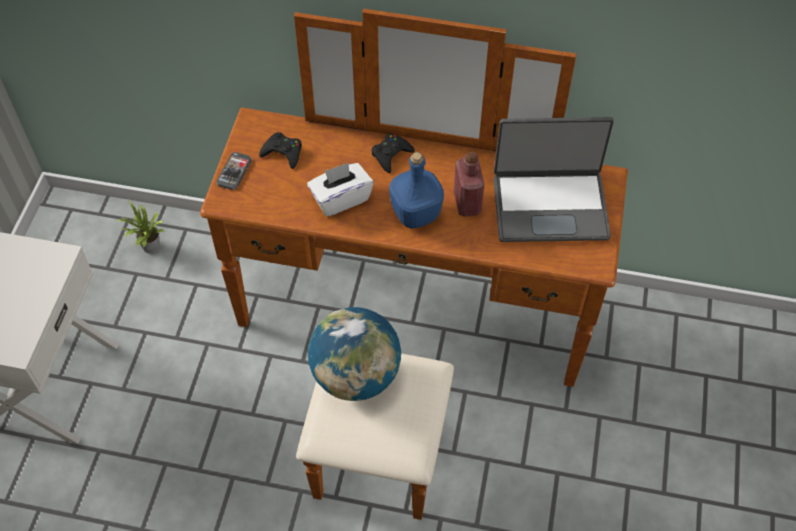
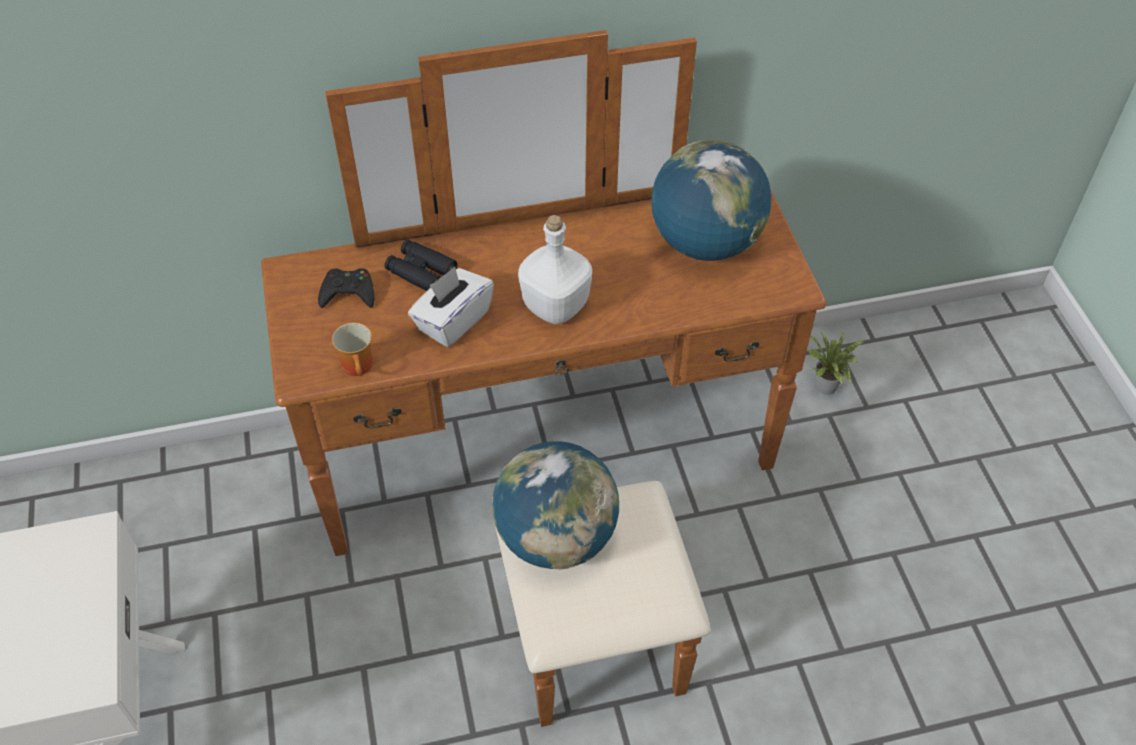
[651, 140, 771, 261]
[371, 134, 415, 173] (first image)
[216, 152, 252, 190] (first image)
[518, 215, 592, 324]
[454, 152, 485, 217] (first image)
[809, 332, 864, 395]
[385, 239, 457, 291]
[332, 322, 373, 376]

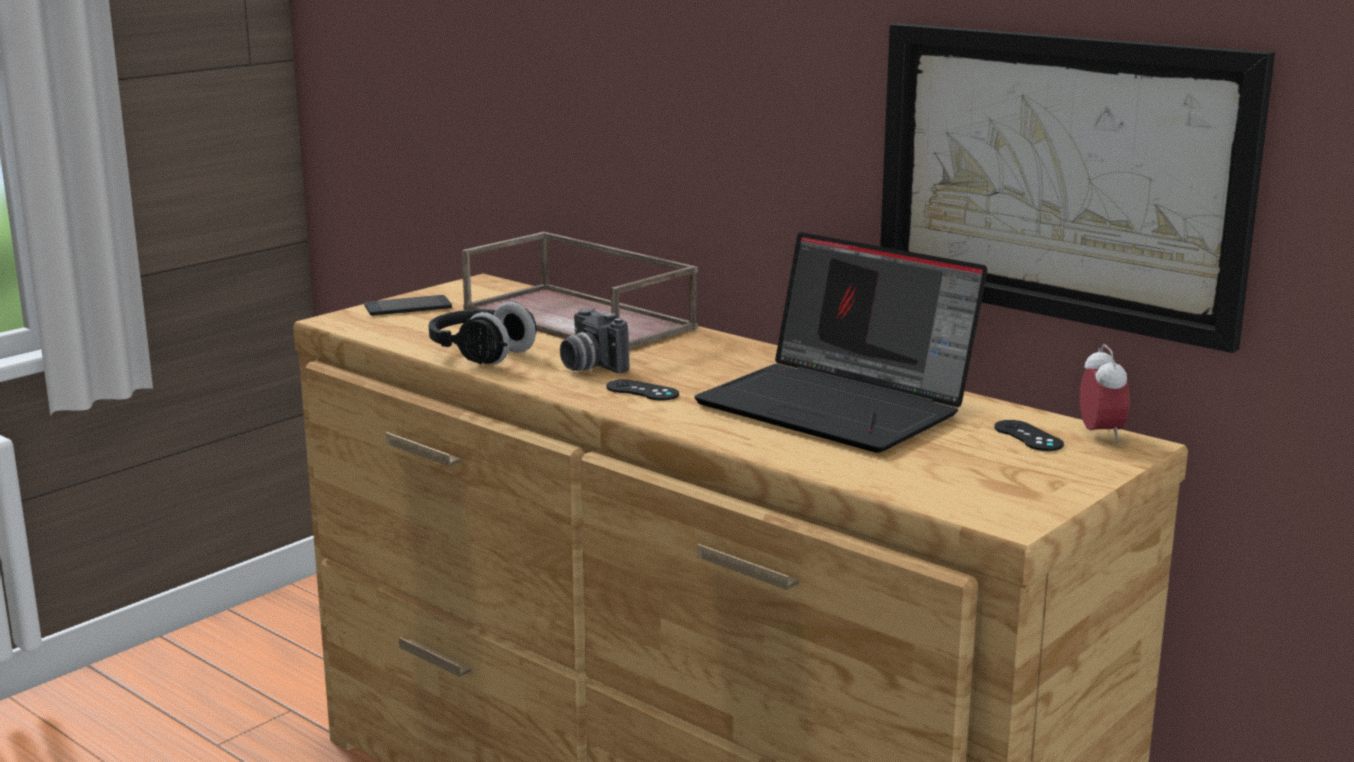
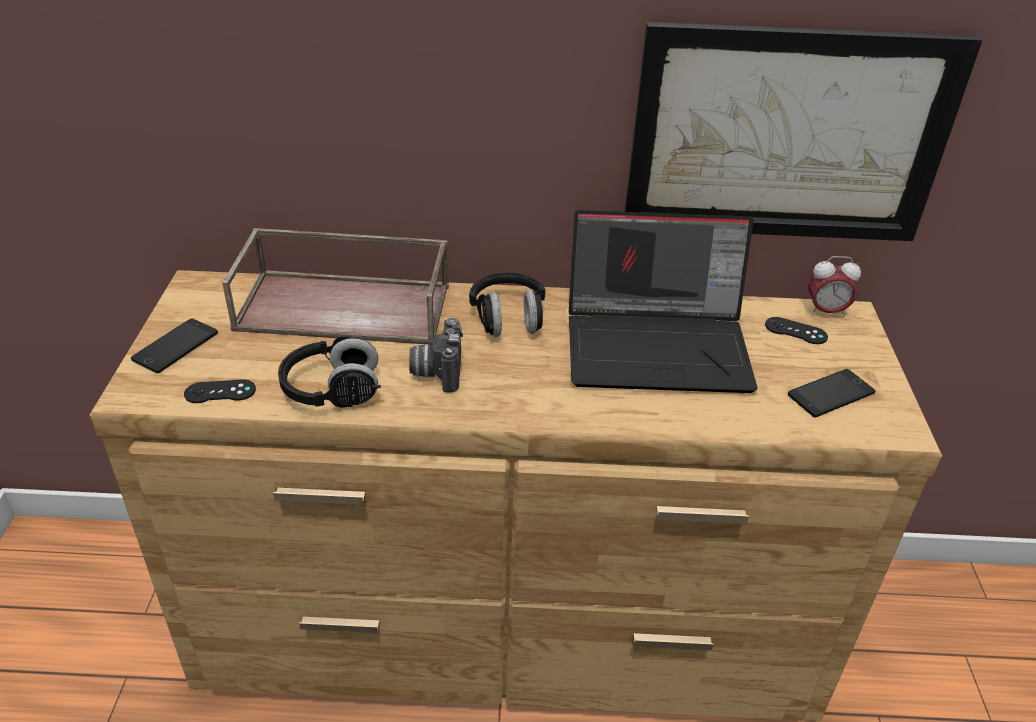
[409, 318, 463, 393]
[808, 256, 861, 317]
[184, 379, 256, 403]
[469, 272, 545, 337]
[788, 369, 876, 418]

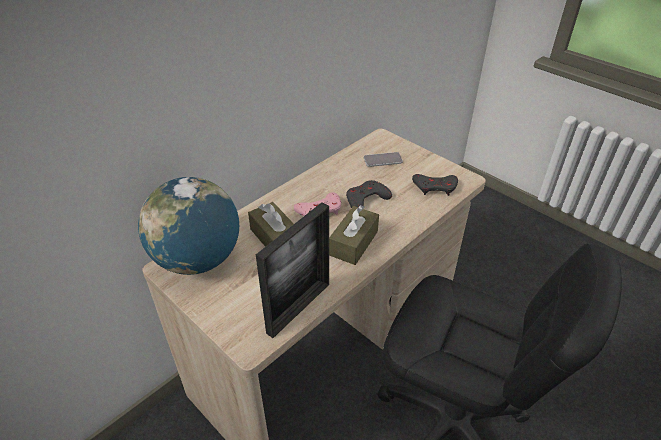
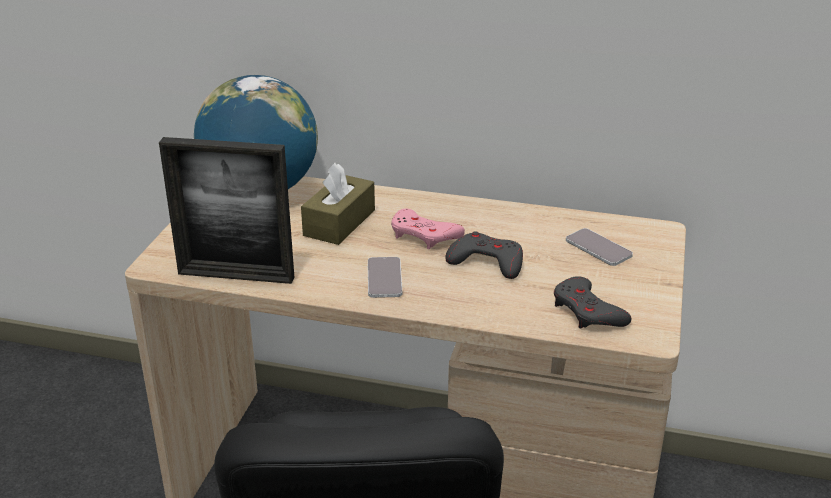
[367, 257, 402, 298]

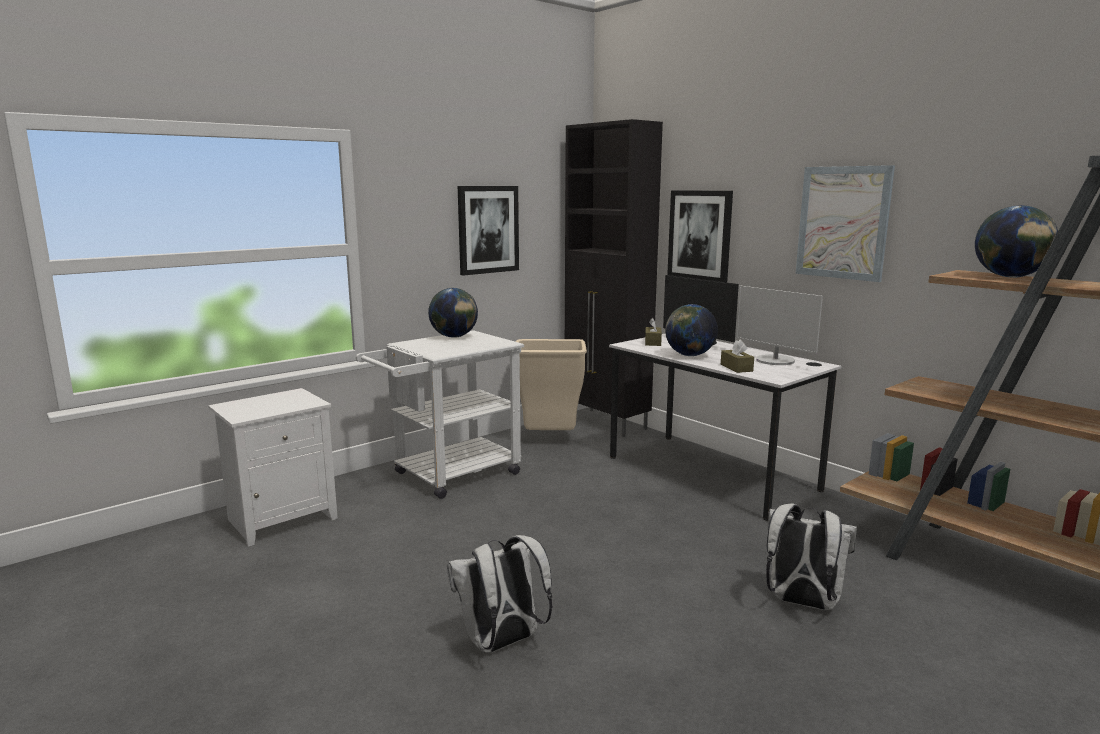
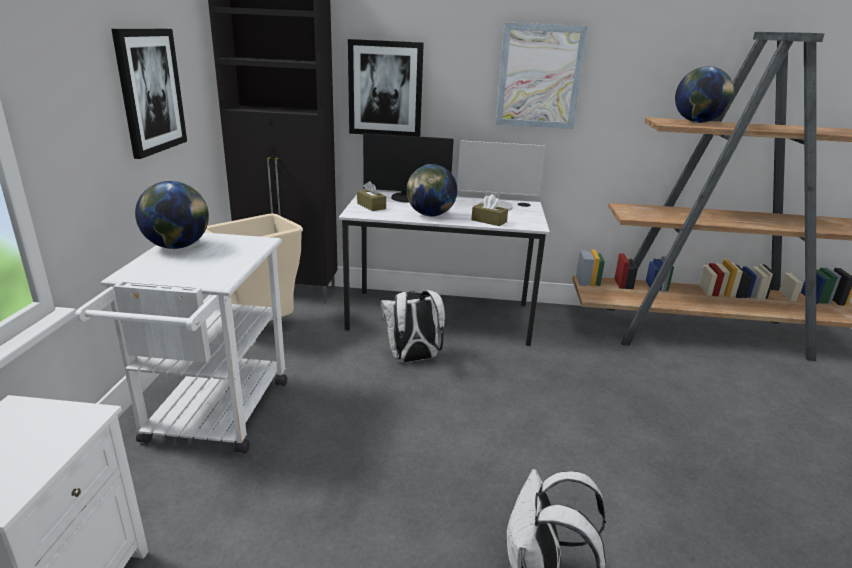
[380, 290, 445, 363]

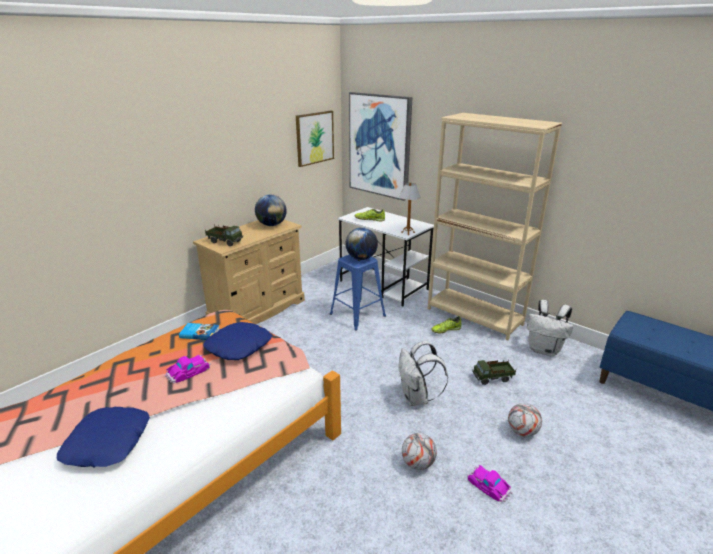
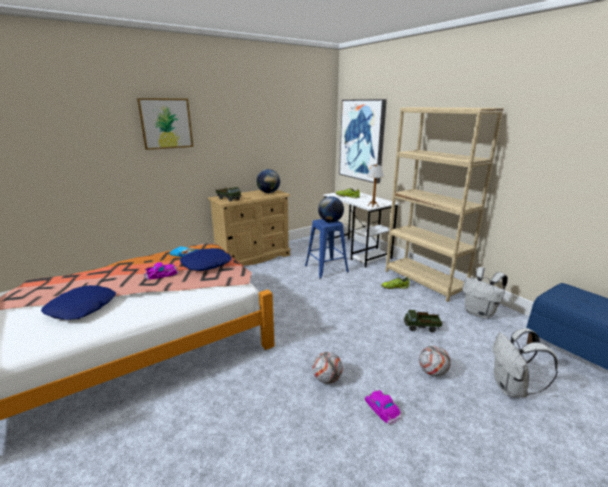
[137, 98, 193, 150]
[493, 328, 558, 397]

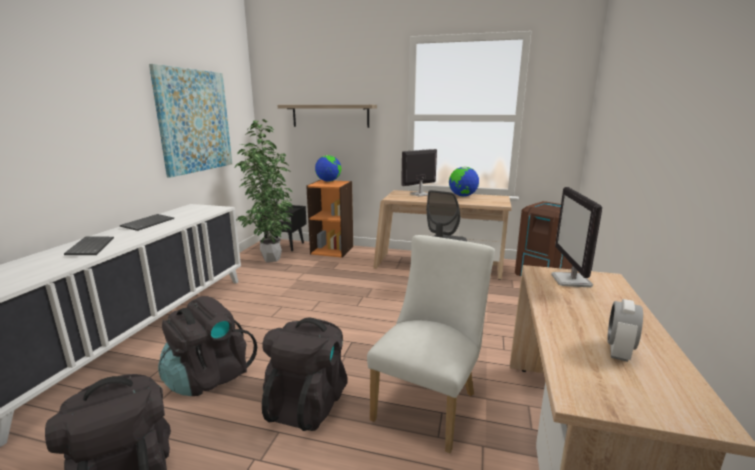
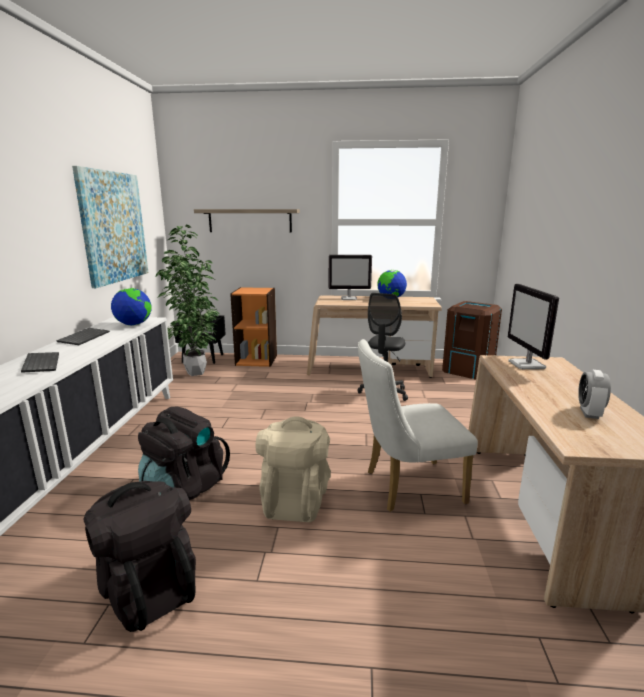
[329, 255, 372, 300]
[111, 288, 152, 326]
[358, 339, 478, 512]
[256, 416, 331, 522]

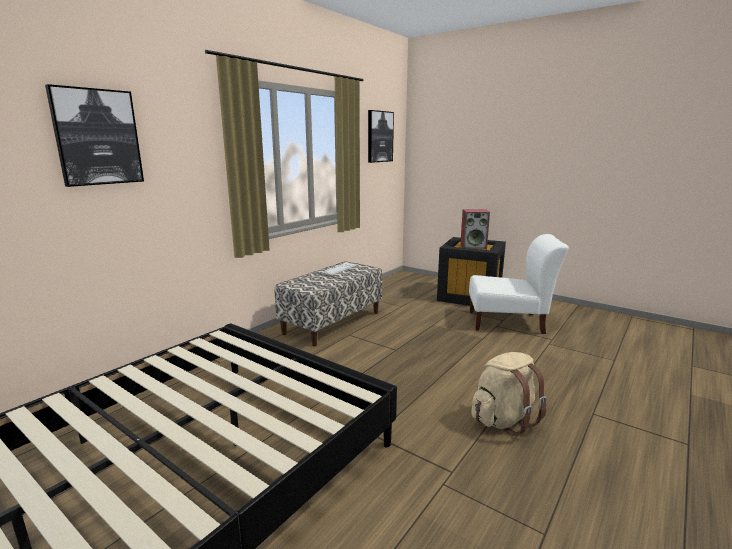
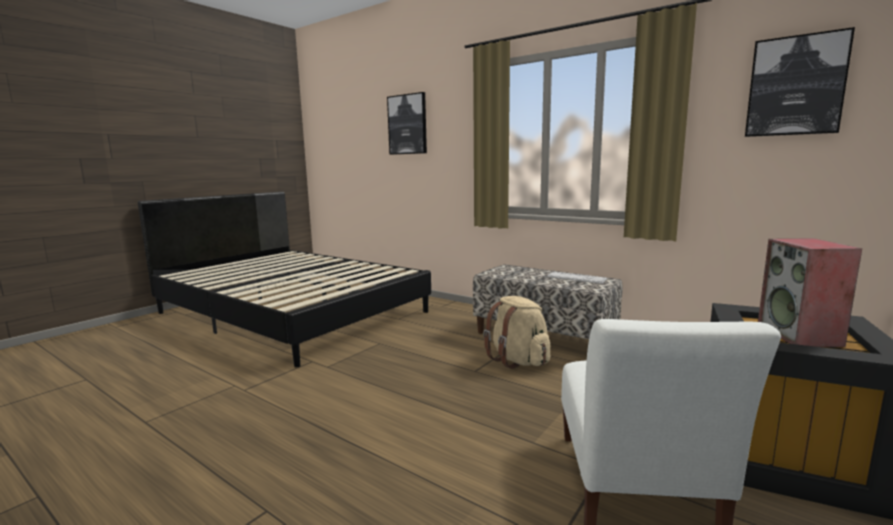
[483, 296, 550, 369]

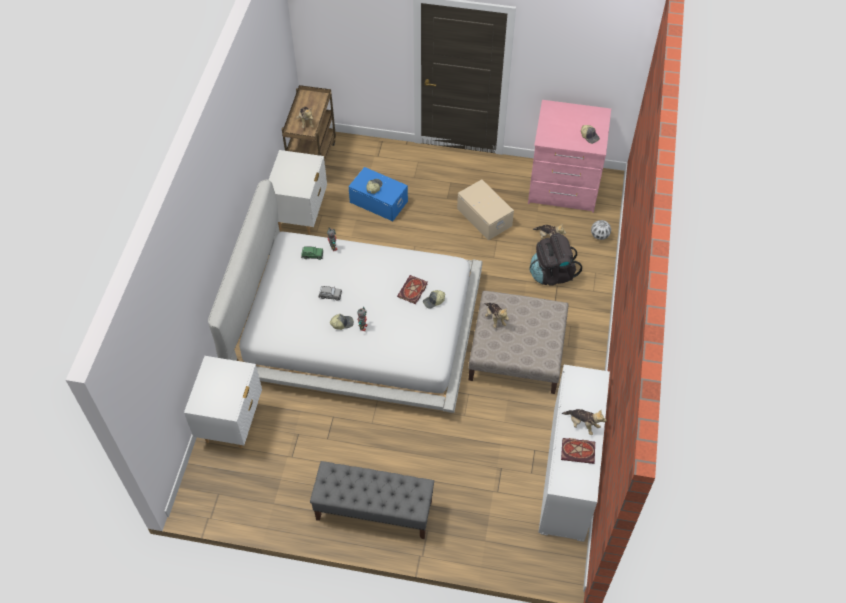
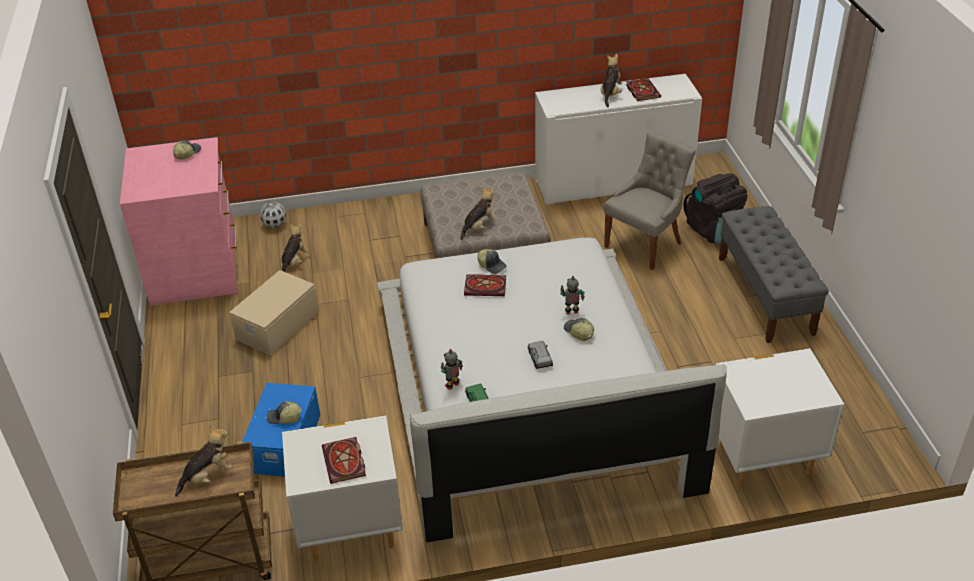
[683, 173, 747, 243]
[604, 131, 696, 270]
[322, 437, 366, 484]

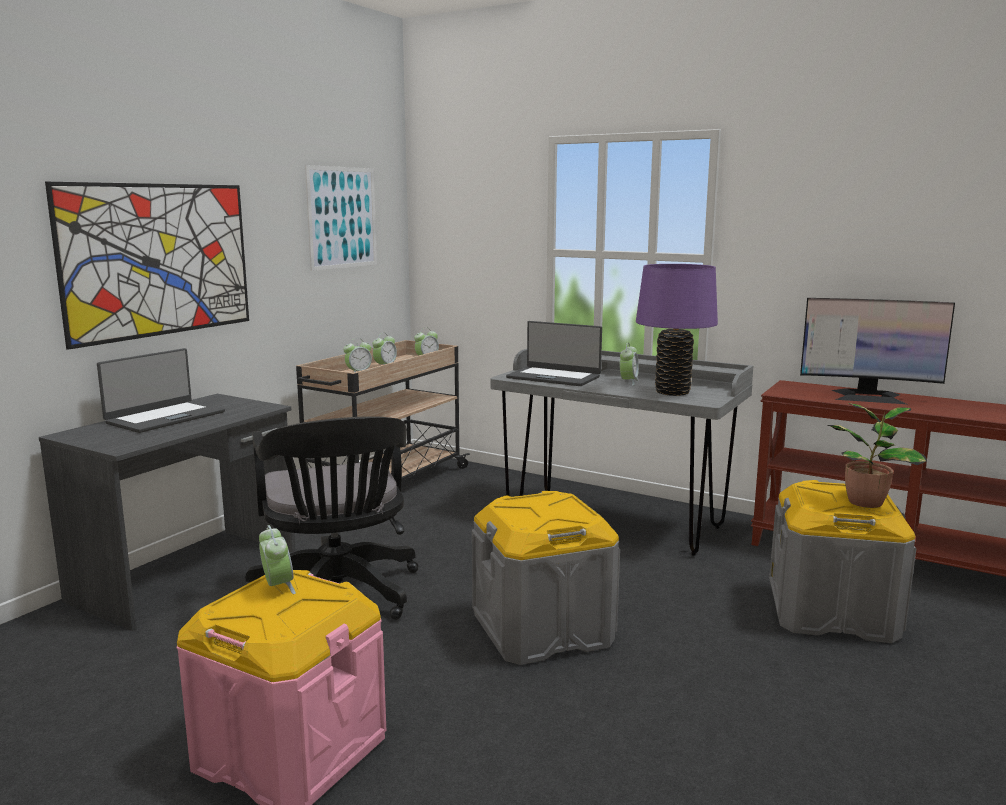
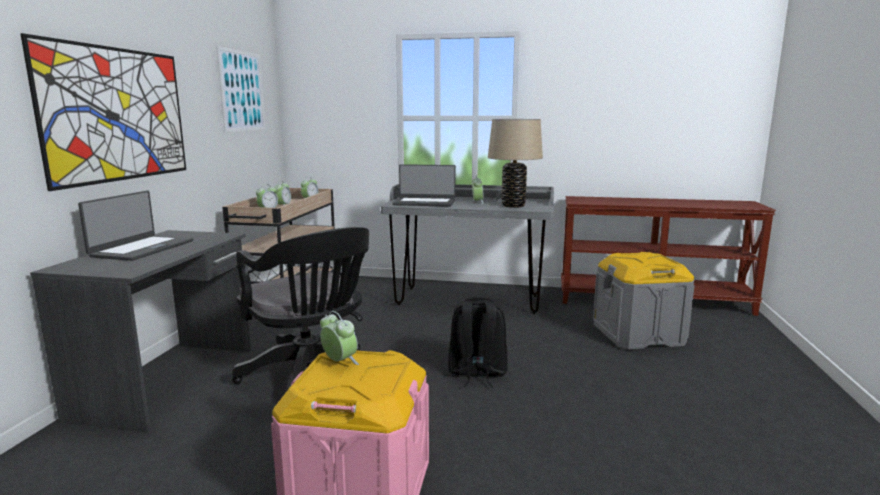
[488, 119, 543, 208]
[800, 298, 955, 404] (first image)
[827, 403, 927, 508] (first image)
[448, 297, 508, 388]

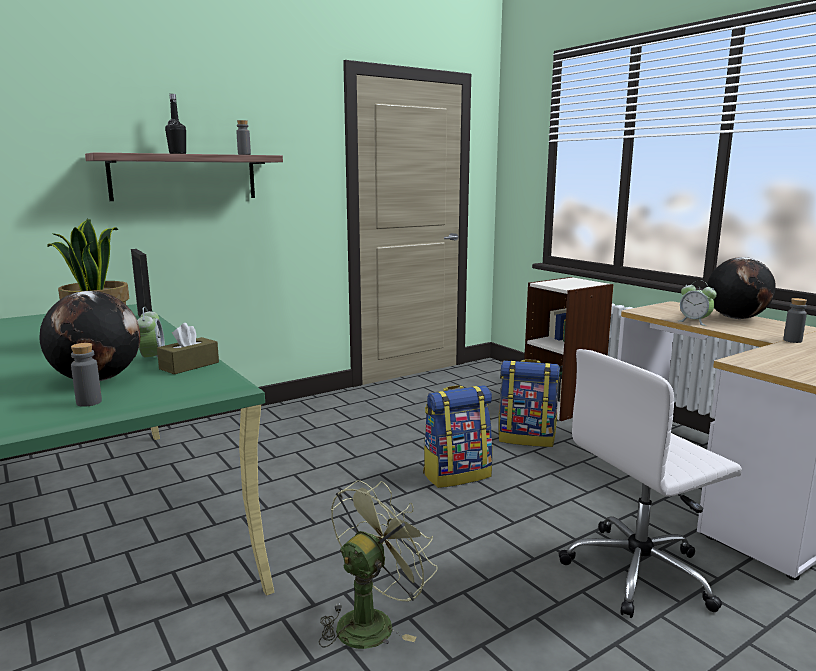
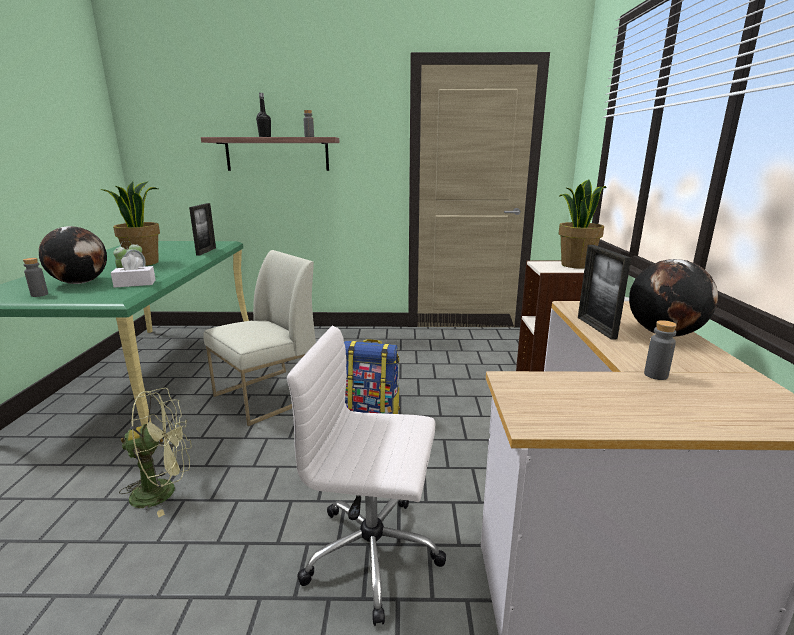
[578, 245, 631, 340]
[111, 254, 156, 288]
[499, 359, 560, 447] (first image)
[559, 179, 607, 269]
[203, 250, 316, 426]

